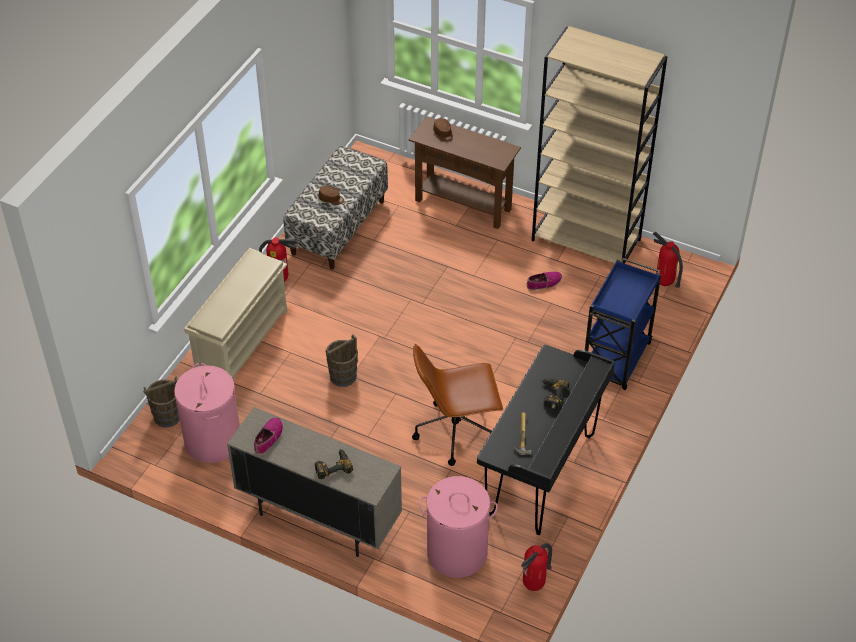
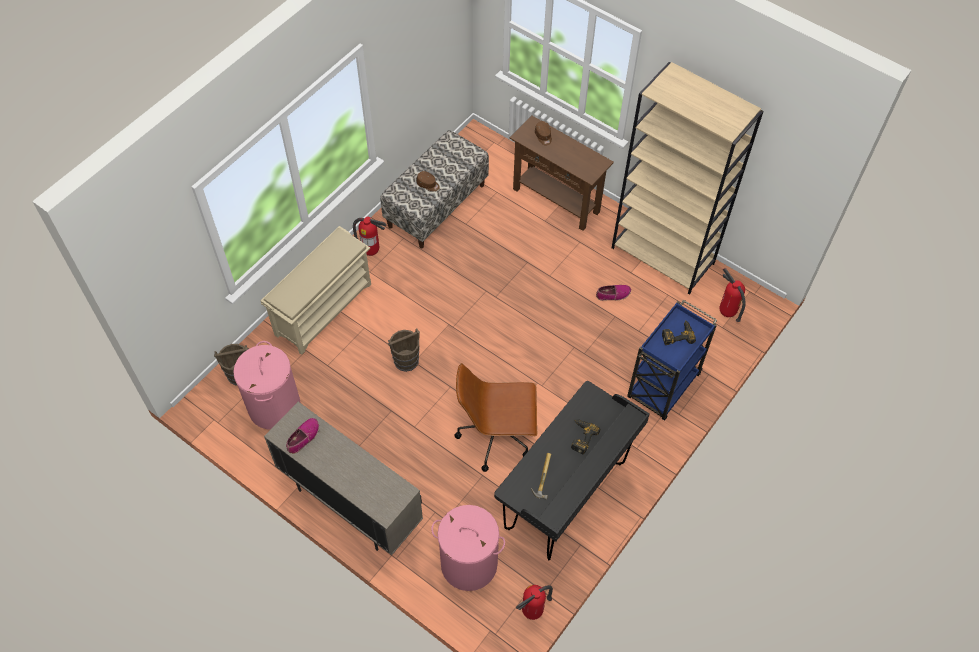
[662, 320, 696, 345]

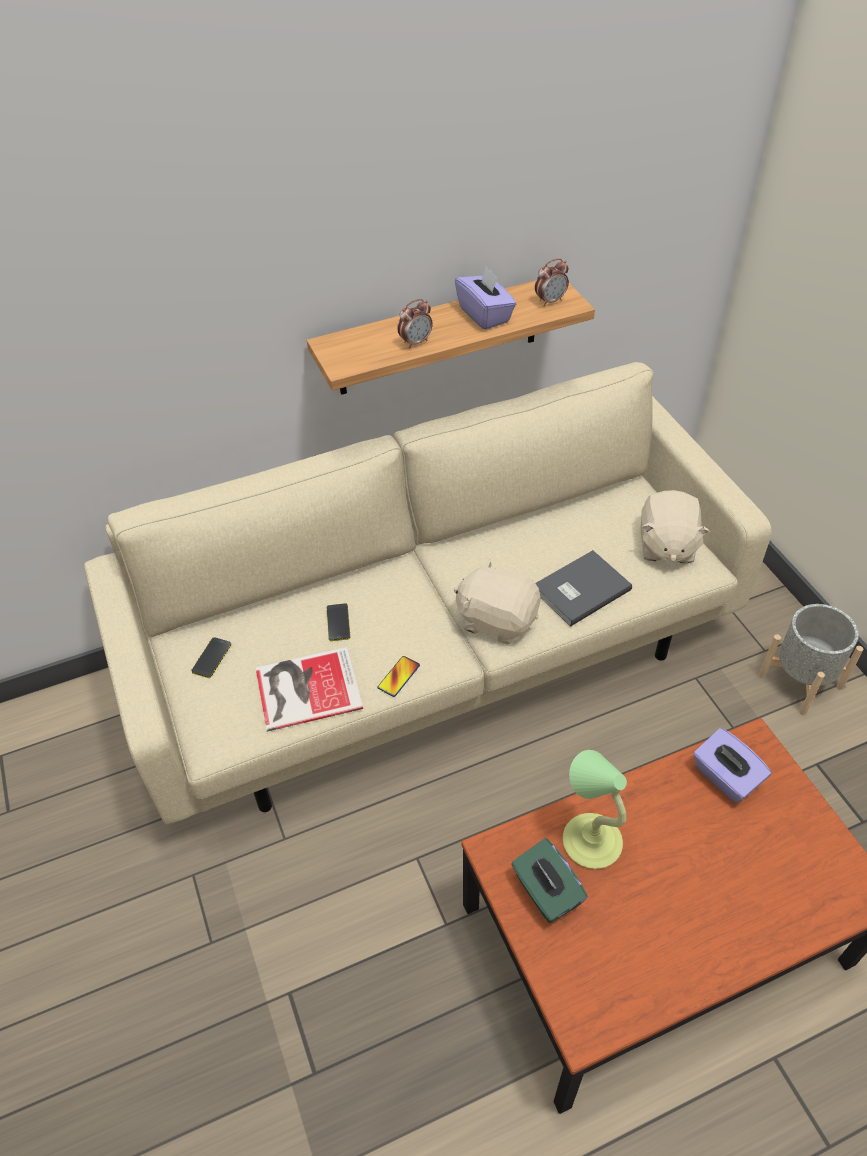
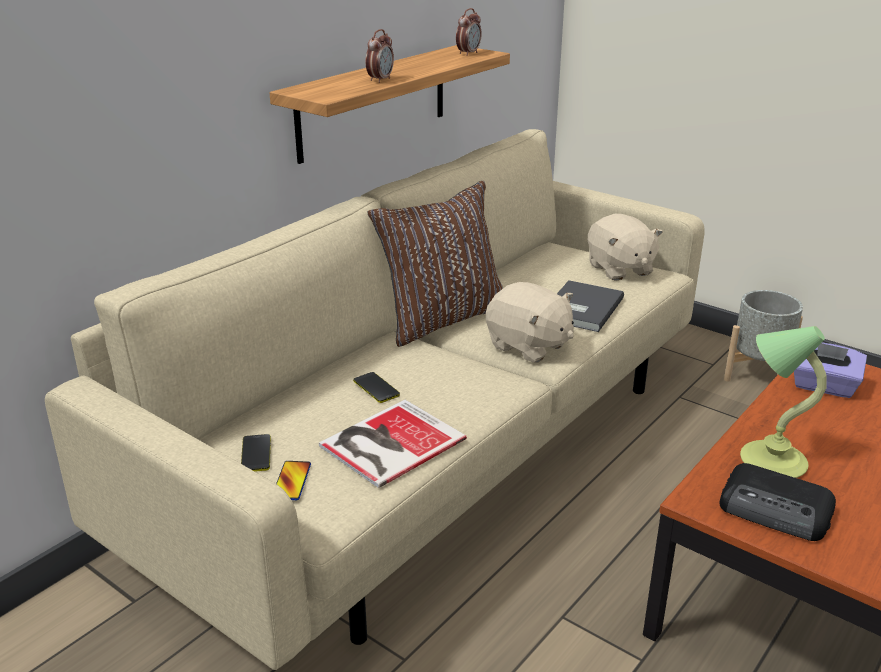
[455, 266, 516, 330] (first image)
[486, 282, 574, 363]
[276, 461, 311, 500]
[720, 463, 836, 541]
[367, 181, 503, 347]

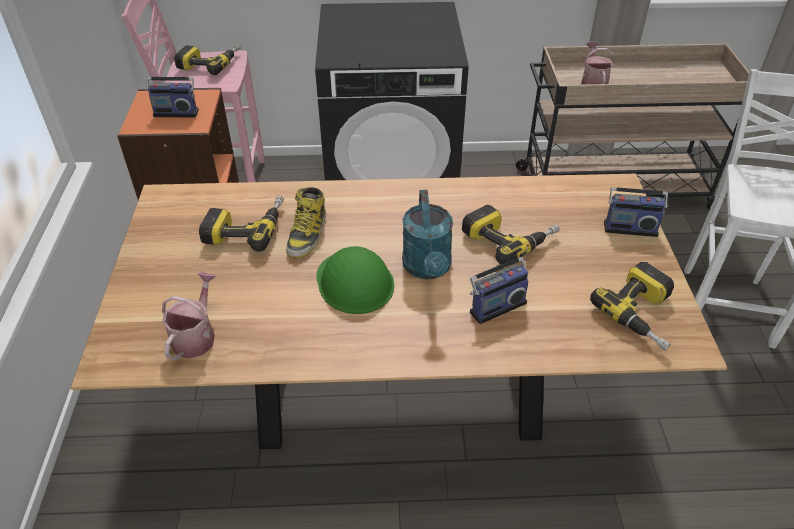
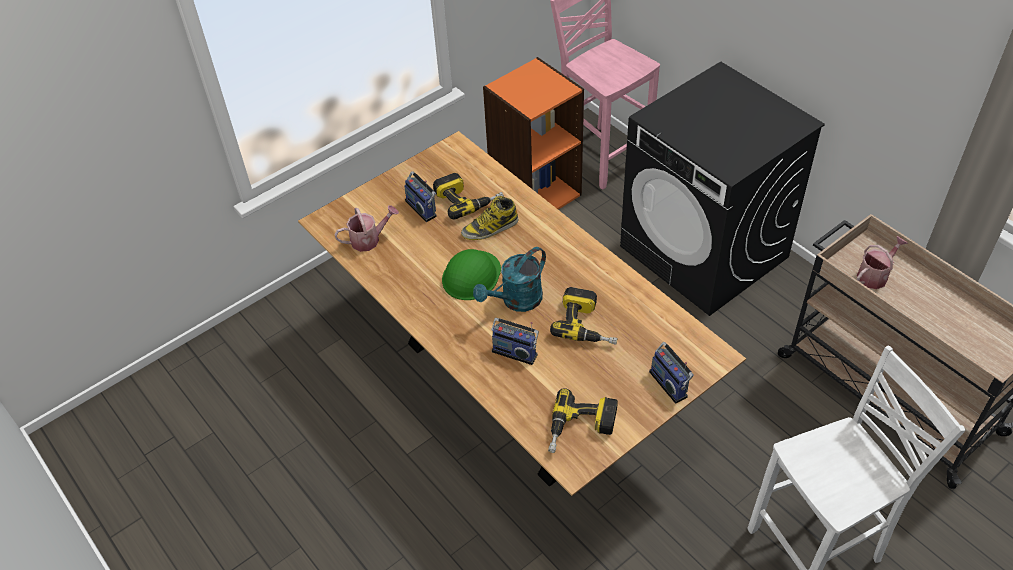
[174, 44, 241, 75] (first image)
[404, 171, 437, 222]

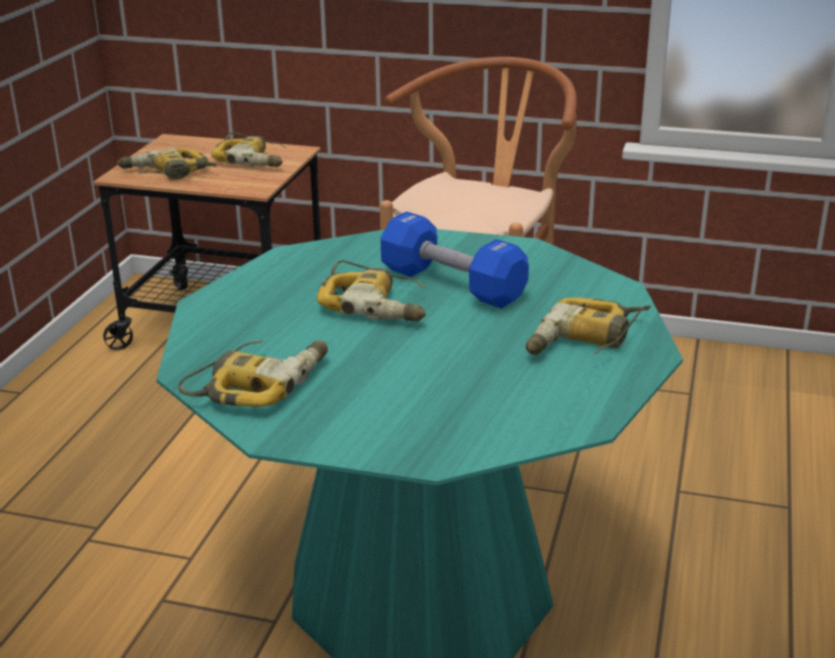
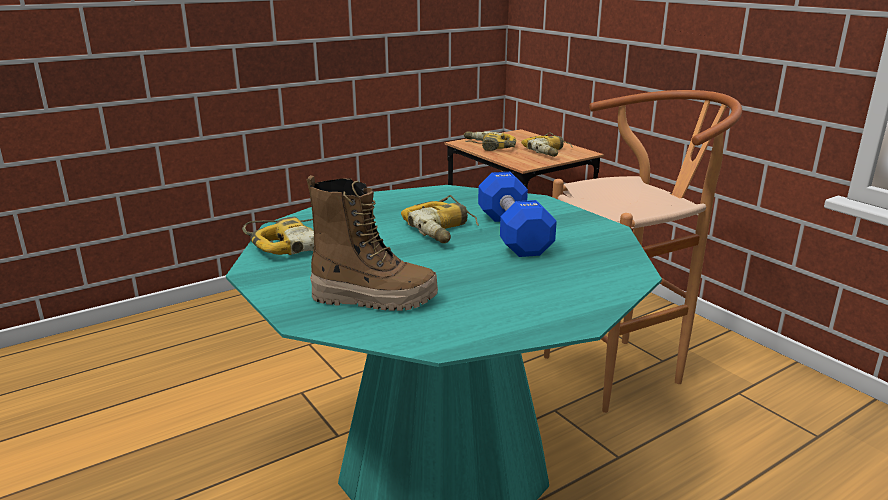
[526, 297, 650, 355] (first image)
[307, 175, 438, 311]

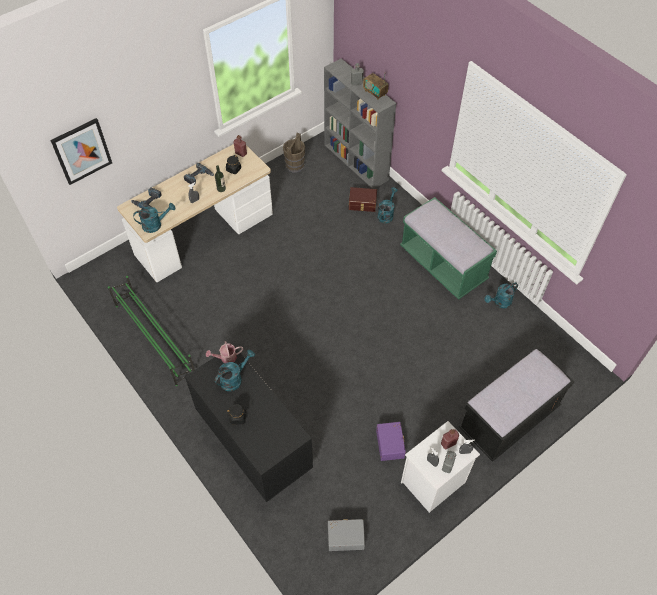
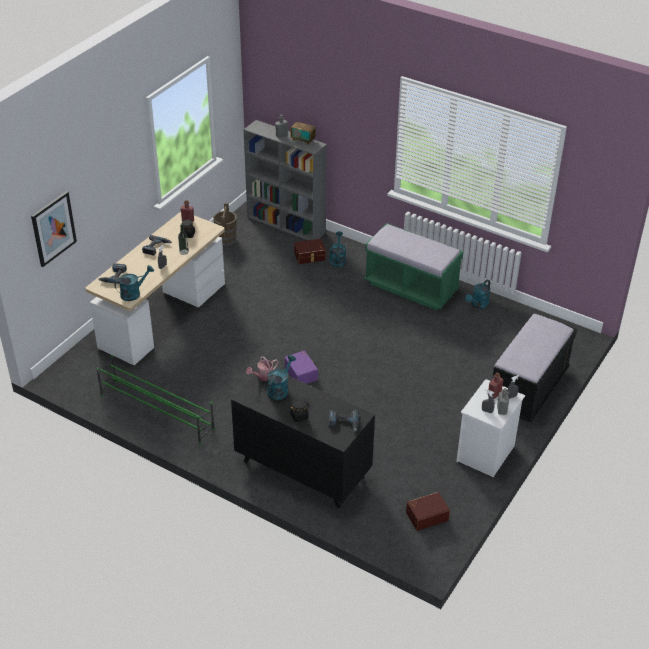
[285, 351, 318, 384]
[406, 492, 450, 531]
[328, 409, 359, 432]

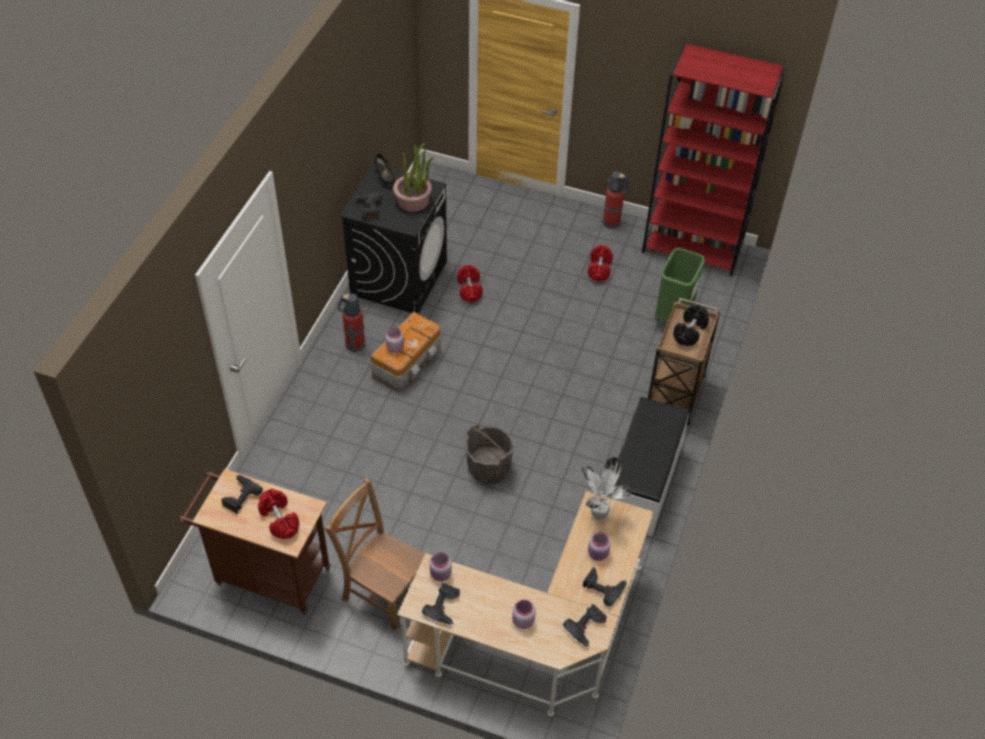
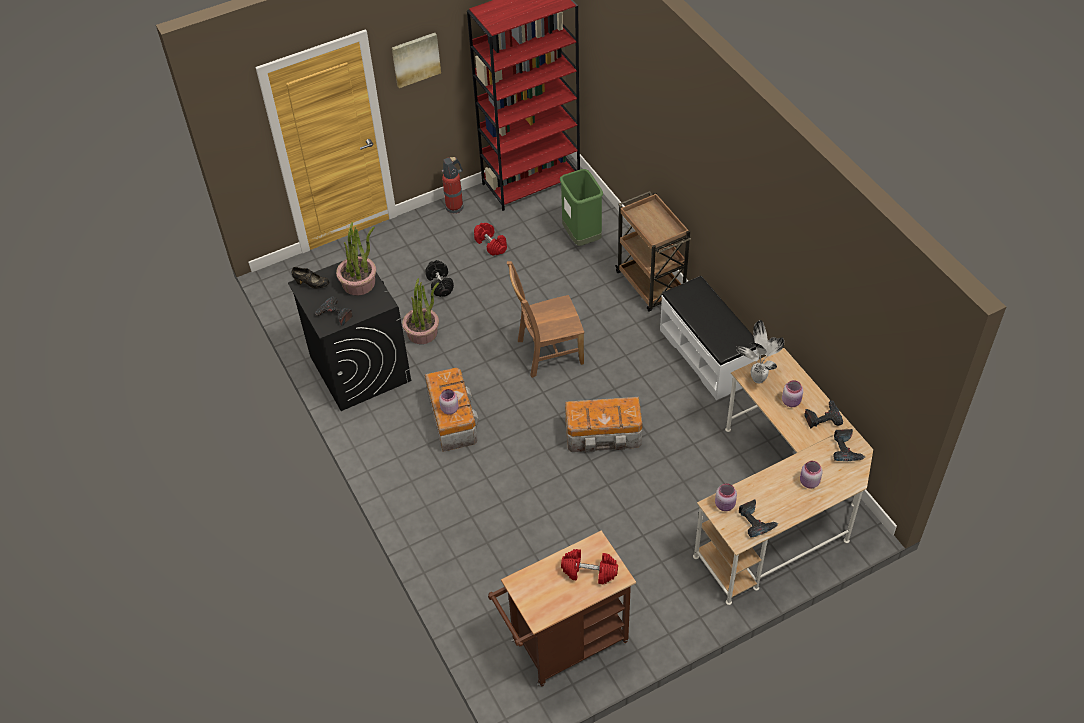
[402, 278, 439, 344]
[338, 294, 366, 352] (first image)
[426, 260, 454, 297]
[565, 397, 643, 452]
[221, 475, 263, 514] (first image)
[507, 261, 584, 378]
[392, 33, 441, 88]

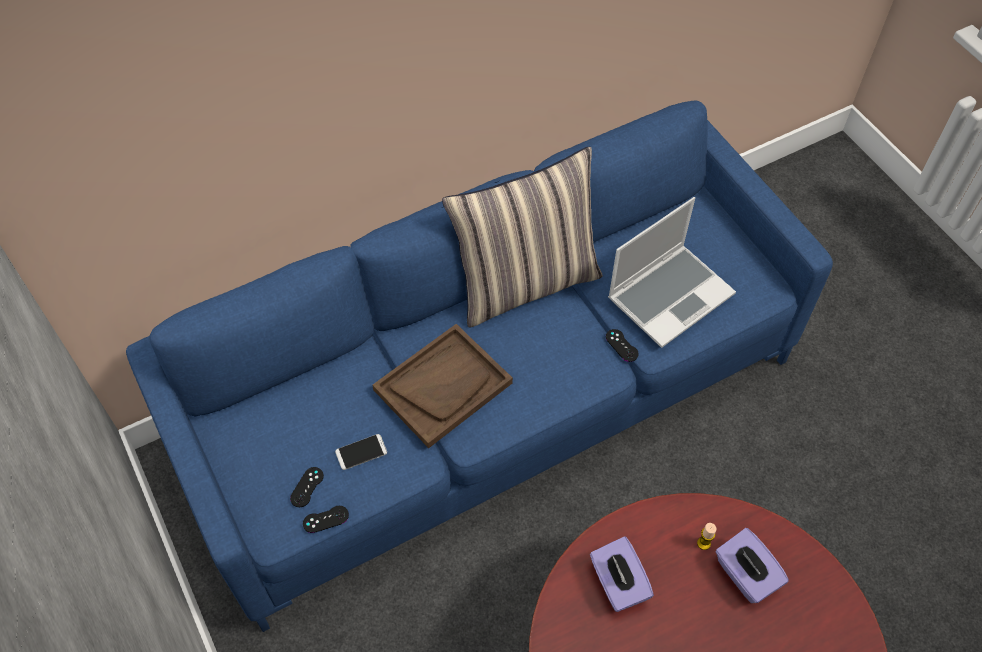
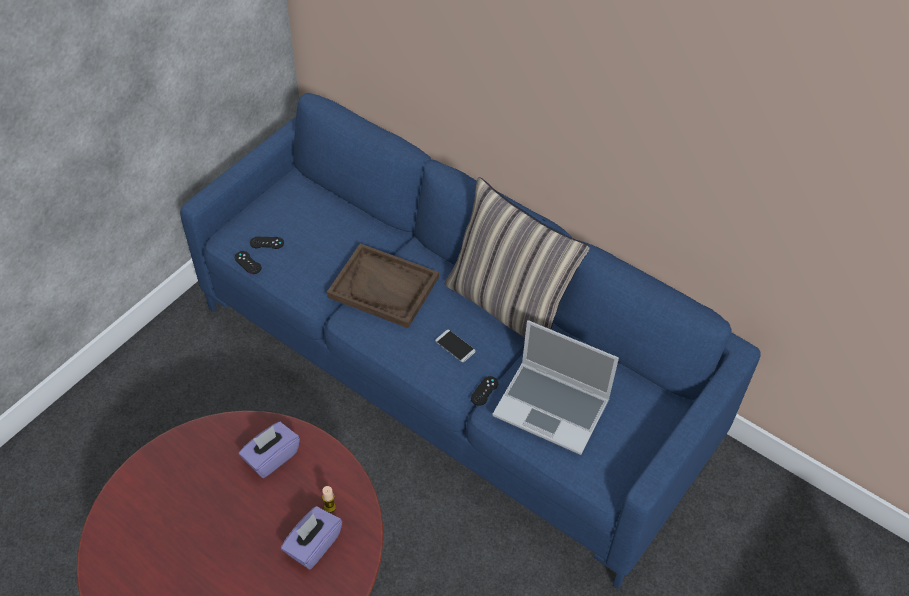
[435, 330, 476, 362]

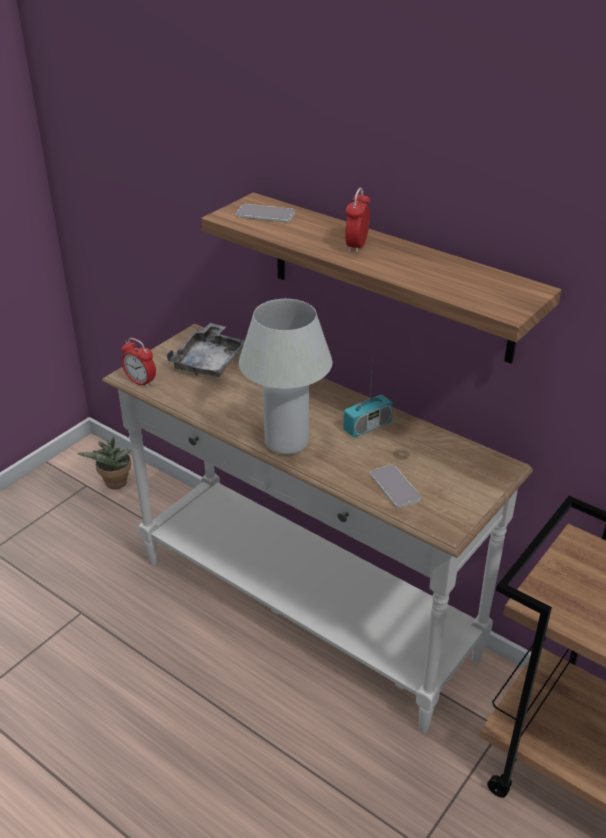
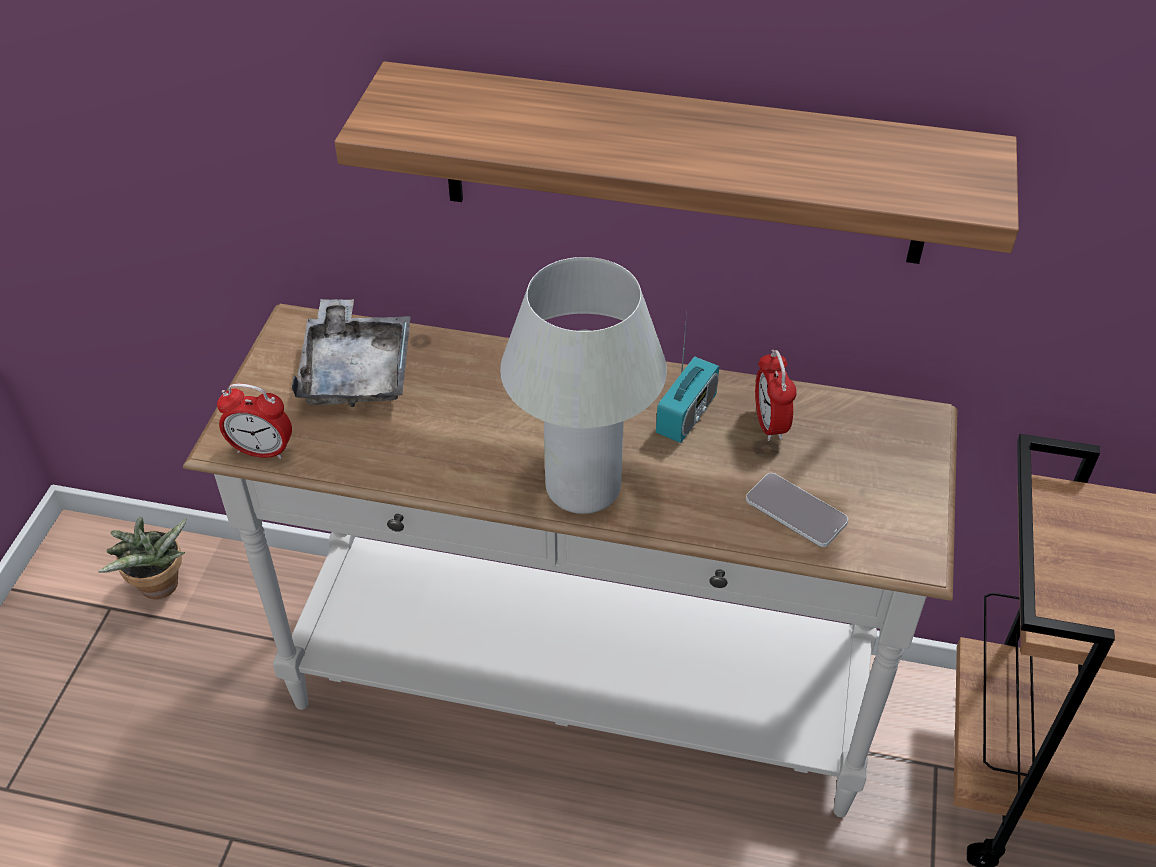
[755, 350, 797, 441]
[236, 204, 295, 222] (first image)

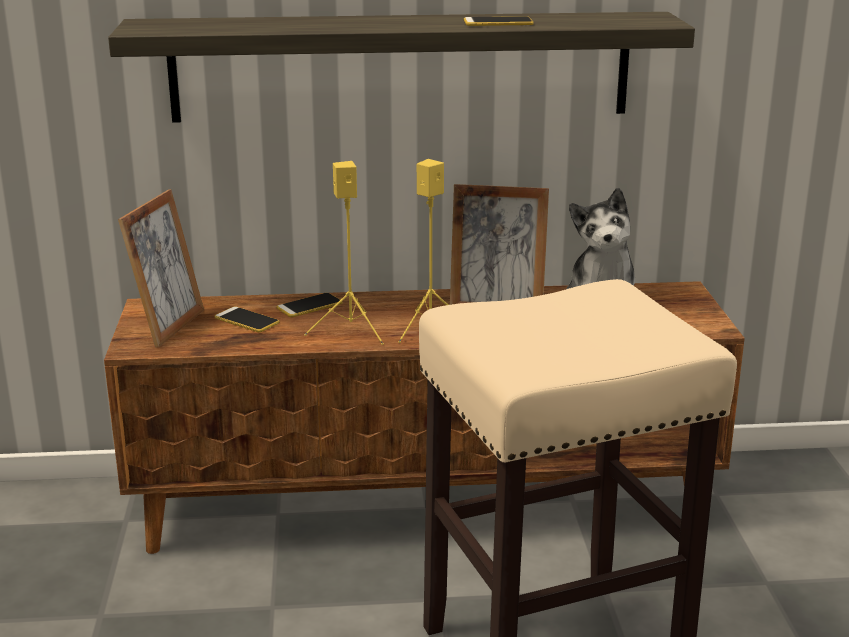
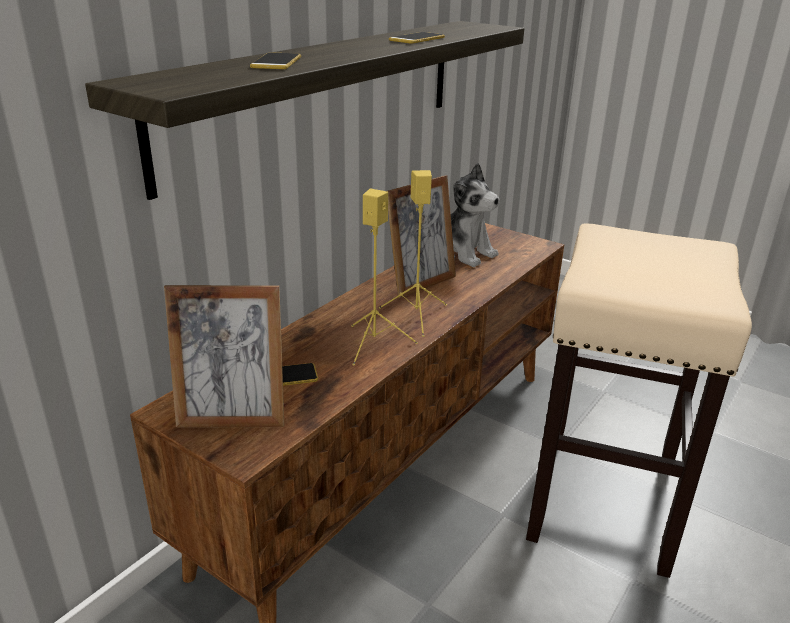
[164, 285, 284, 428]
[250, 52, 301, 69]

